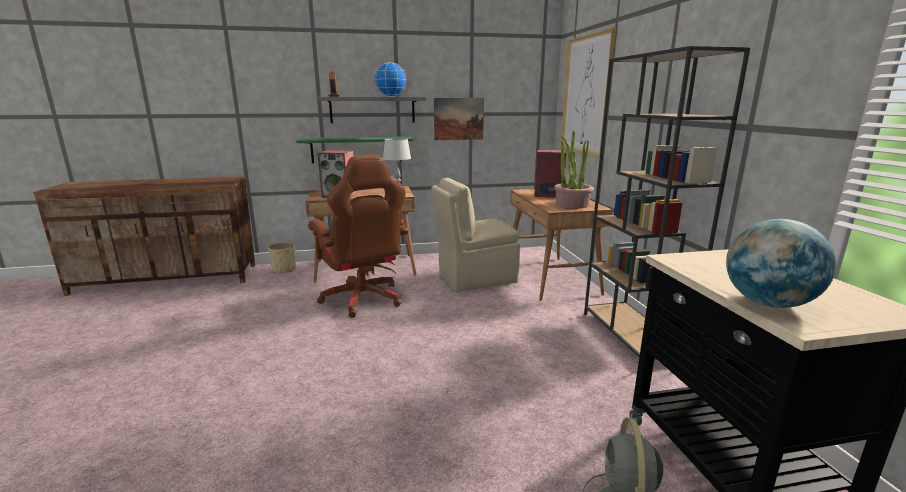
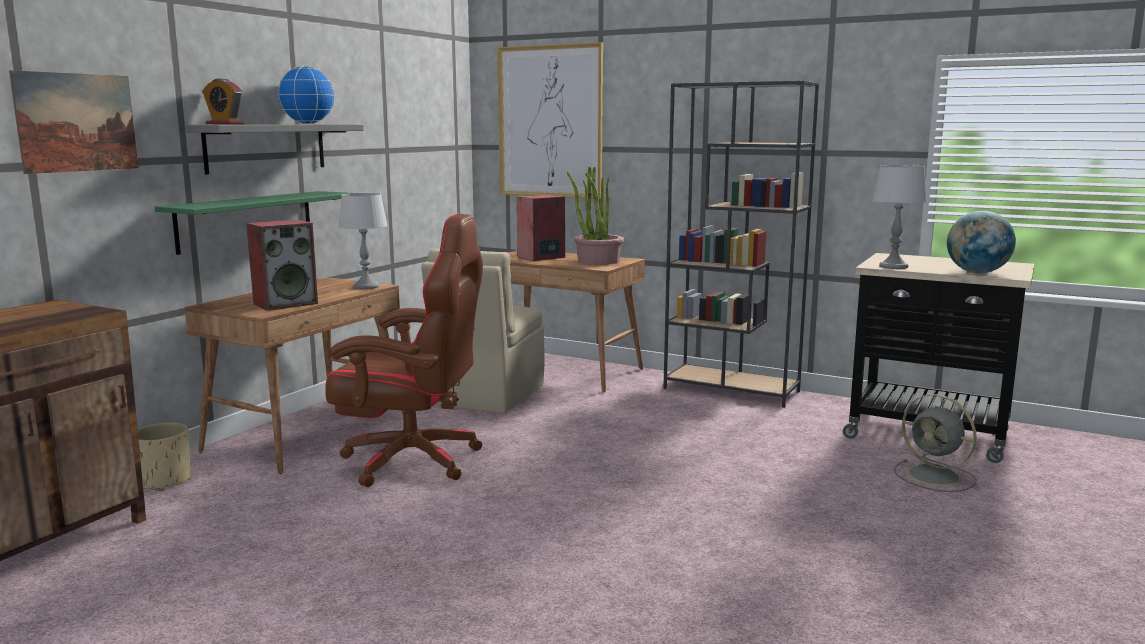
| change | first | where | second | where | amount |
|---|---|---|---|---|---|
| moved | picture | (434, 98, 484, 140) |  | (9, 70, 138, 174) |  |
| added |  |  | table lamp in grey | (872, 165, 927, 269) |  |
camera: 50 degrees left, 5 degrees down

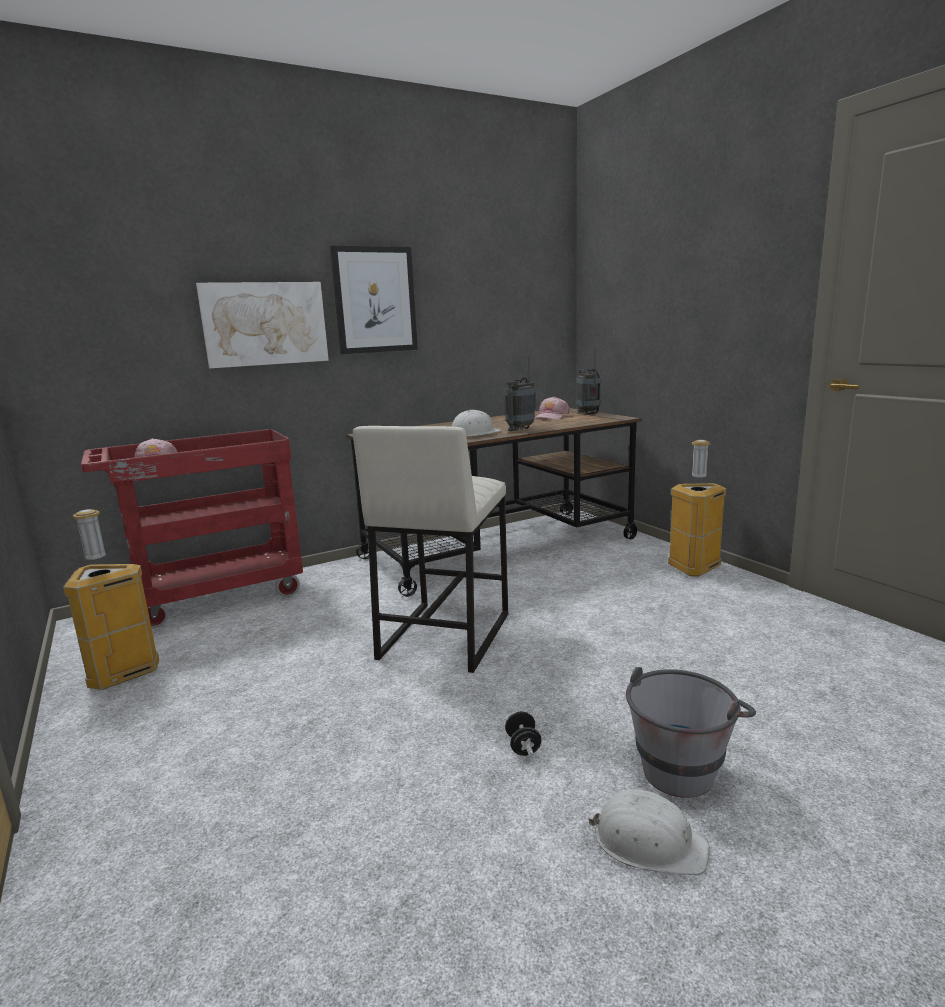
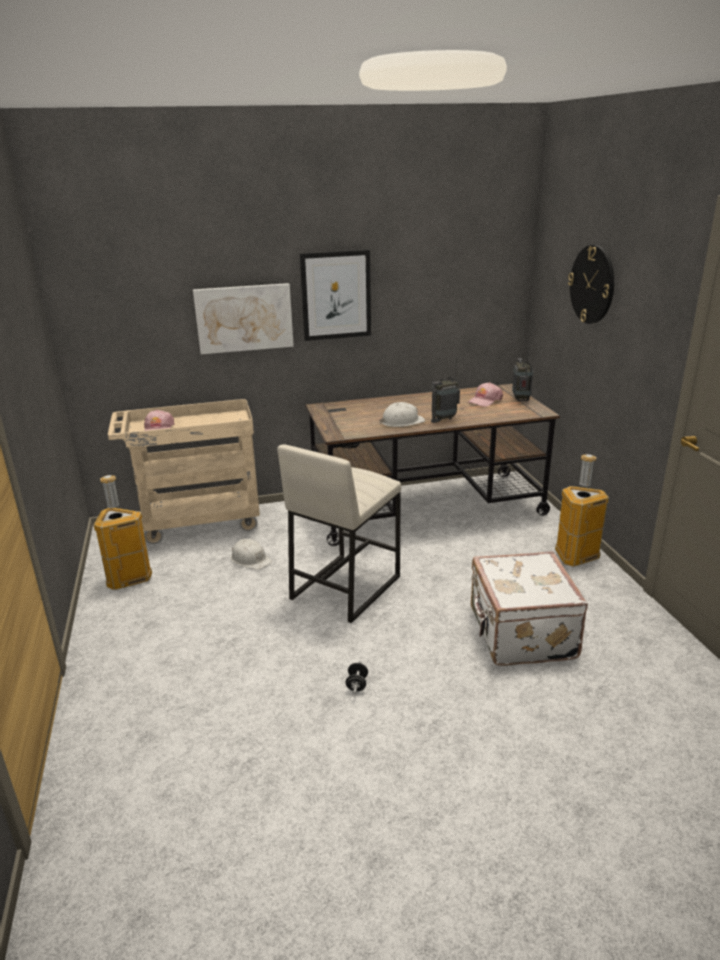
| change | first | where | second | where | amount |
|---|---|---|---|---|---|
| recoloured | cart in red | (81, 429, 303, 628) | cart in beige | (108, 399, 260, 544) |  |
| moved | hard hat in white | (589, 789, 710, 875) |  | (231, 539, 272, 570) |  |
| added |  |  | suitcase in white | (471, 552, 588, 666) |  |
| added |  |  | wall clock | (568, 245, 614, 324) |  |
| removed | bucket in grey | (626, 667, 756, 798) |  |  |  |
camera: 15 degrees right, 10 degrees up

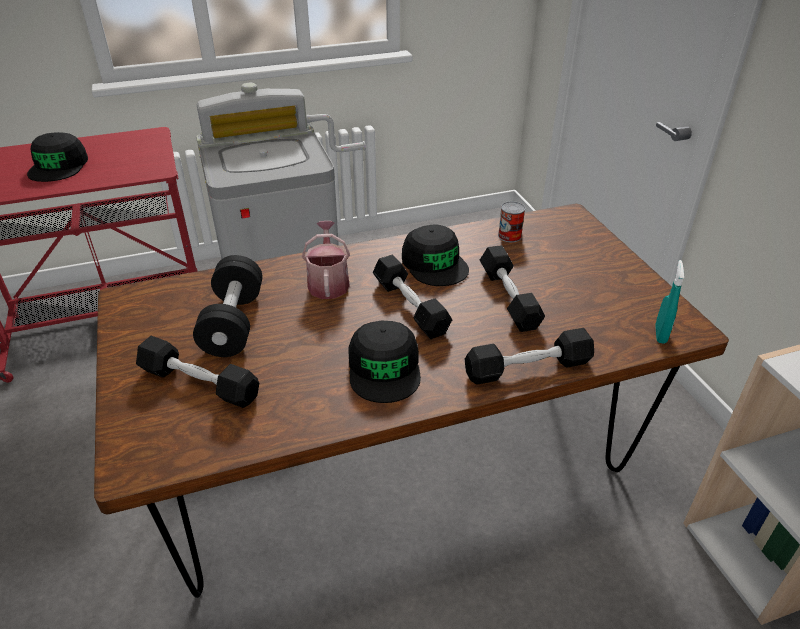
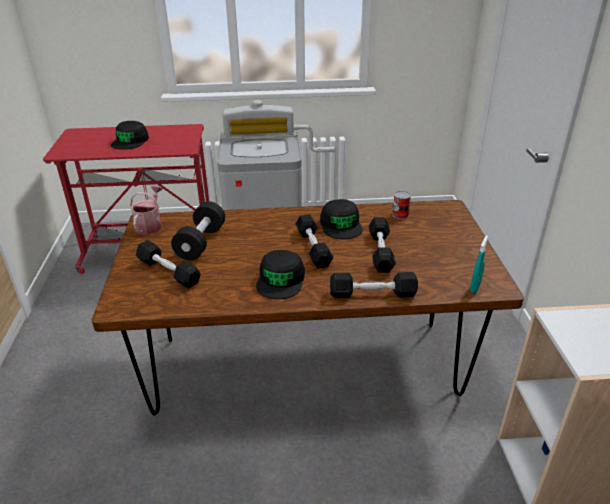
| change | first | where | second | where | amount |
|---|---|---|---|---|---|
| moved | watering can | (302, 221, 350, 299) |  | (130, 186, 162, 235) |  |
camera: 15 degrees right, 5 degrees down

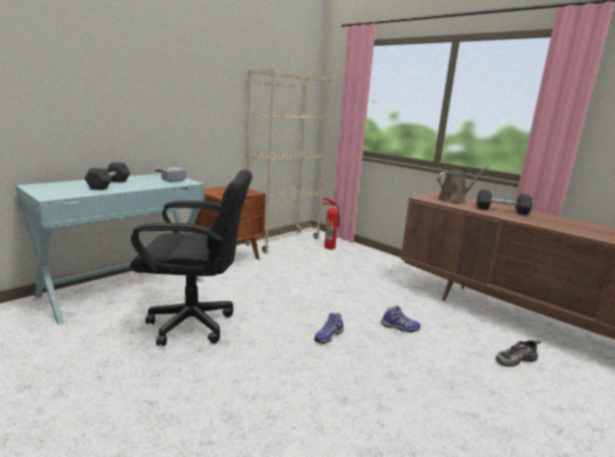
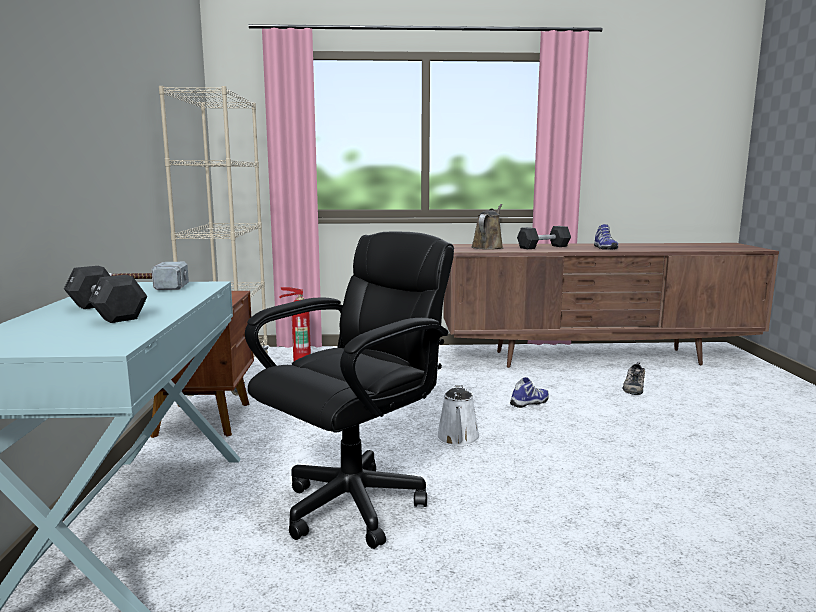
| change | first | where | second | where | amount |
|---|---|---|---|---|---|
| added |  |  | watering can in white | (436, 385, 480, 446) |  |
| moved | shoe | (314, 313, 344, 344) |  | (594, 224, 618, 250) |  |
camera: 45 degrees left, 5 degrees down

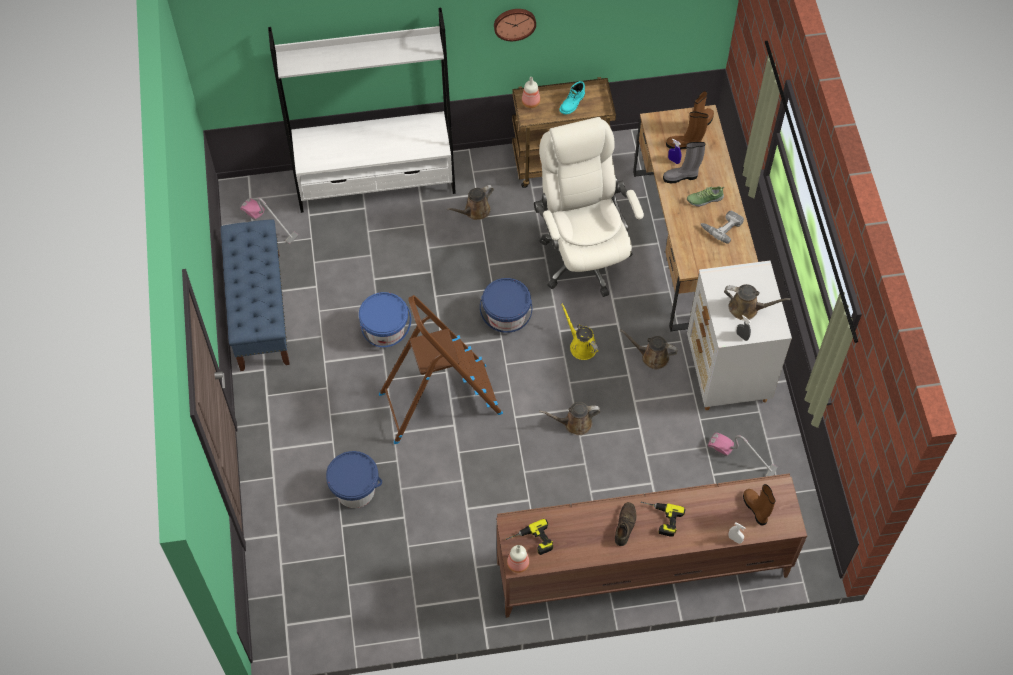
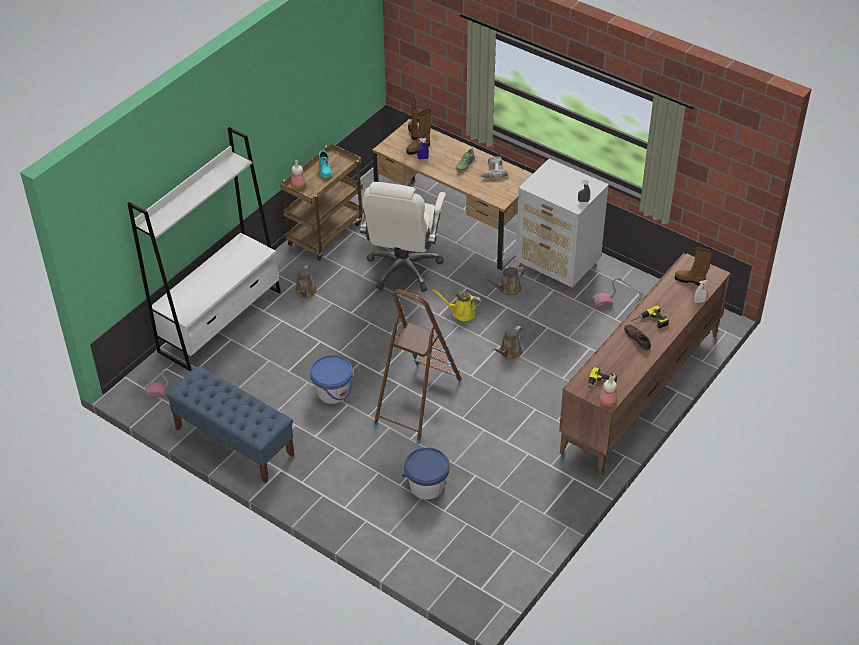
| change | first | where | second | where | amount |
|---|---|---|---|---|---|
| turned | office chair in white | (534, 117, 644, 297) |  | (360, 182, 446, 292) | 105 degrees counterclockwise |
| removed | bucket in blue | (480, 278, 532, 333) |  |  |  |
| removed | wall clock | (494, 9, 536, 41) |  |  |  |
| removed | boot in grey | (663, 142, 705, 183) |  |  |  |
| removed | watering can in brown | (724, 284, 791, 320) |  |  |  |
camera: 45 degrees left, 15 degrees down

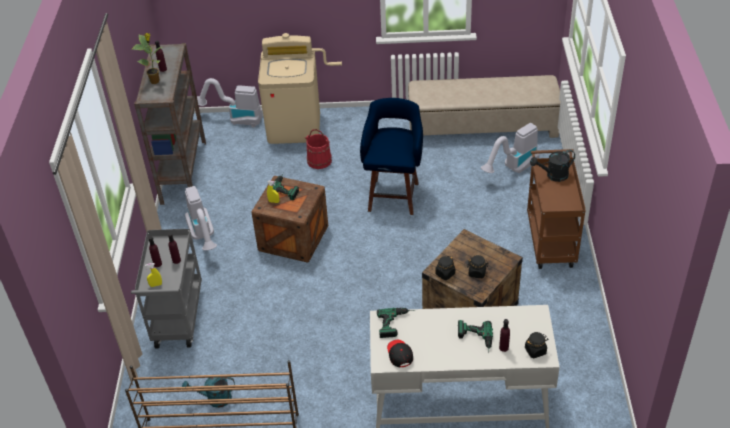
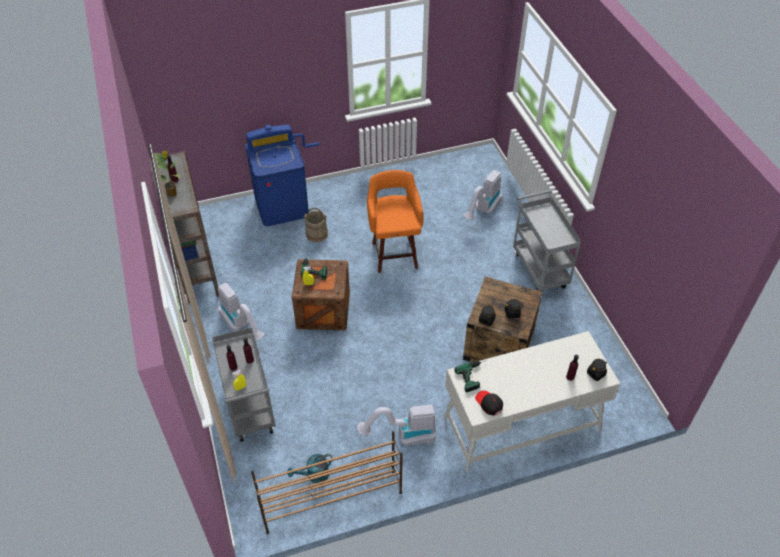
| change | first | where | second | where | amount |
|---|---|---|---|---|---|
| recoloured | washing machine in beige | (258, 33, 342, 144) | washing machine in blue | (245, 125, 319, 226) |  |
| recoloured | bucket in red | (305, 129, 332, 169) | bucket in beige | (303, 208, 328, 242) |  |
| moved | vacuum cleaner | (197, 78, 263, 128) |  | (357, 405, 436, 445) |  |
| recoloured | stool in blue | (360, 98, 423, 215) | stool in orange | (367, 170, 423, 273) |  |
| recoloured | cart in brown | (527, 149, 586, 269) | cart in grey | (513, 190, 581, 291) |  |
| removed | bench in beige | (408, 75, 560, 138) |  |  |  |
| removed | power drill | (458, 320, 493, 349) |  |  |  |
| removed | watering can in black | (530, 150, 575, 182) |  |  |  |
camera: 20 degrees left, 5 degrees up

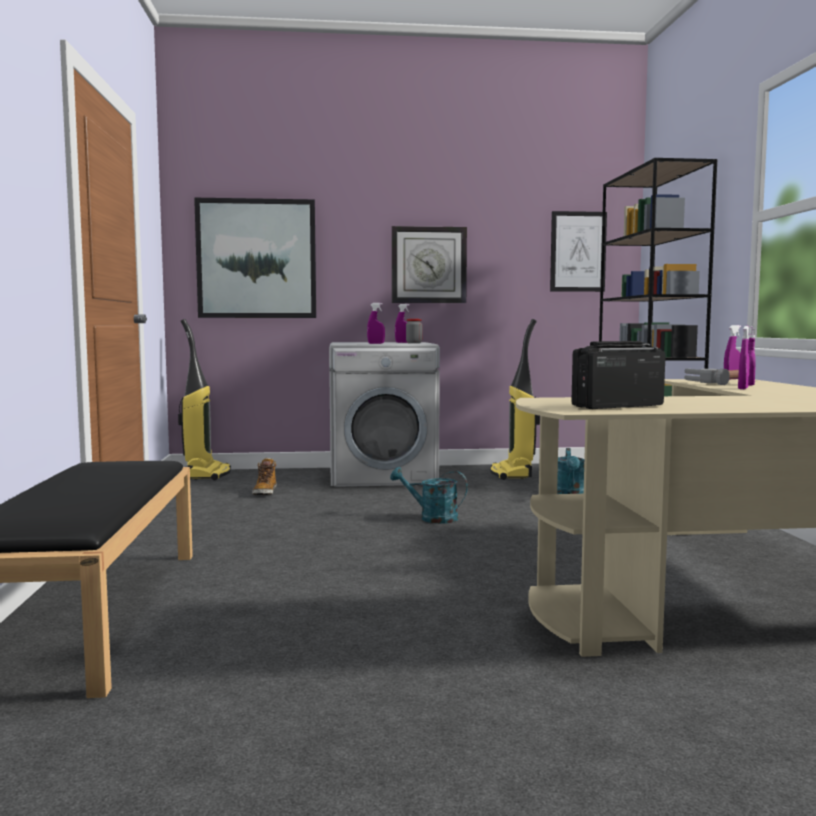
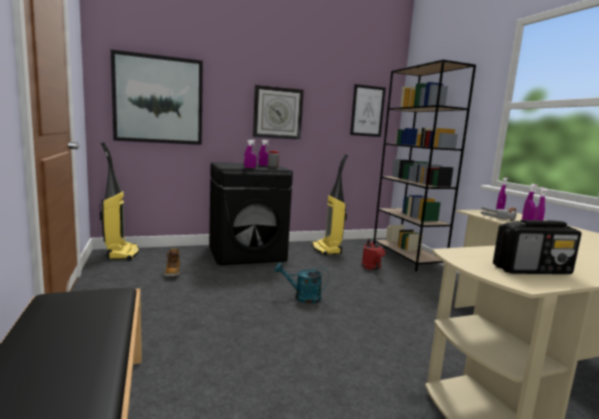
| change | first | where | second | where | amount |
|---|---|---|---|---|---|
| recoloured | washing machine in white | (329, 342, 440, 487) | washing machine in black | (209, 162, 293, 265) |  |
| recoloured | watering can in turquoise | (557, 448, 584, 494) | watering can in red | (362, 239, 385, 270) |  |
| turned | radio | (571, 341, 666, 409) |  | (493, 220, 582, 274) | 150 degrees counterclockwise |
camera: 15 degrees left, 5 degrees up

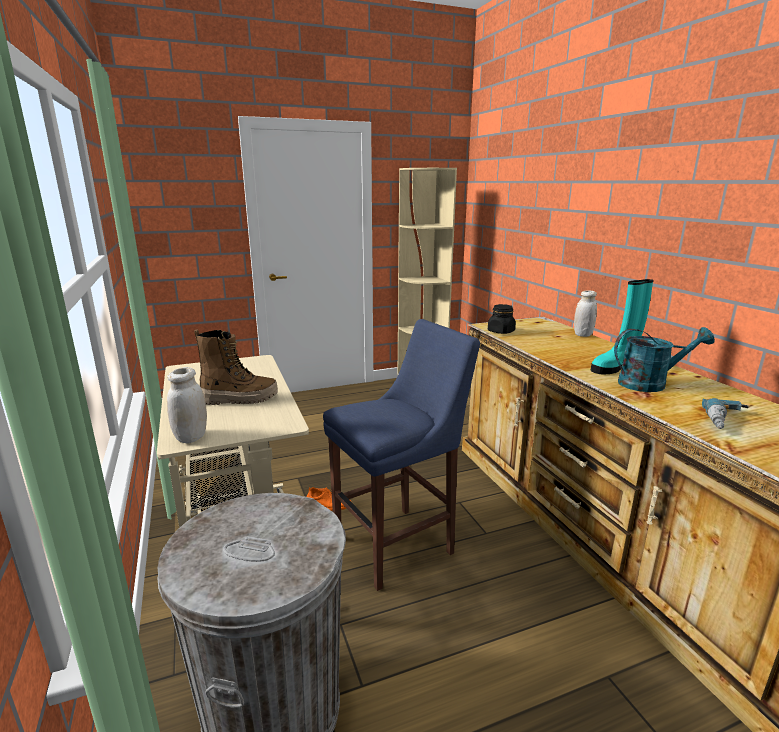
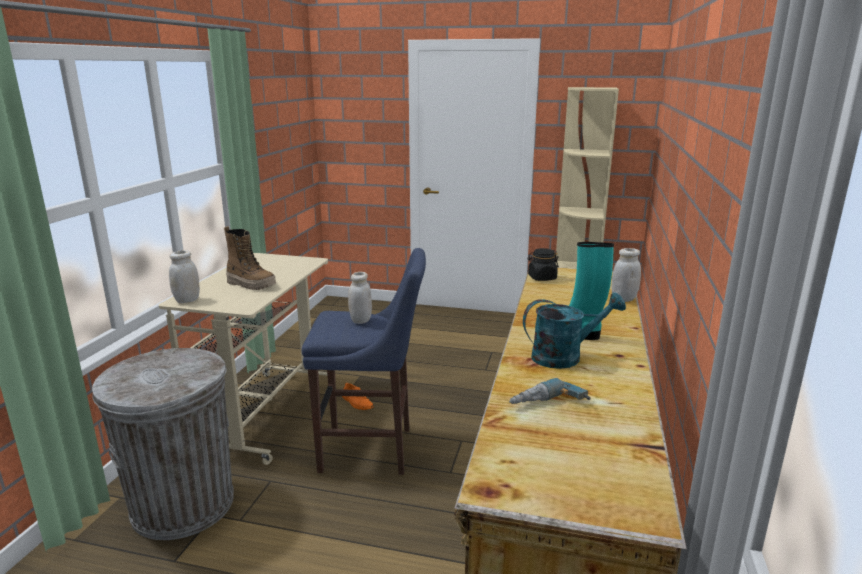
| change | first | where | second | where | amount |
|---|---|---|---|---|---|
| added |  |  | jar in white | (348, 272, 372, 324) |  |
| turned | watering can in turquoise | (614, 327, 715, 392) |  | (523, 292, 626, 369) | 45 degrees counterclockwise |
camera: 35 degrees right, 0 degrees up

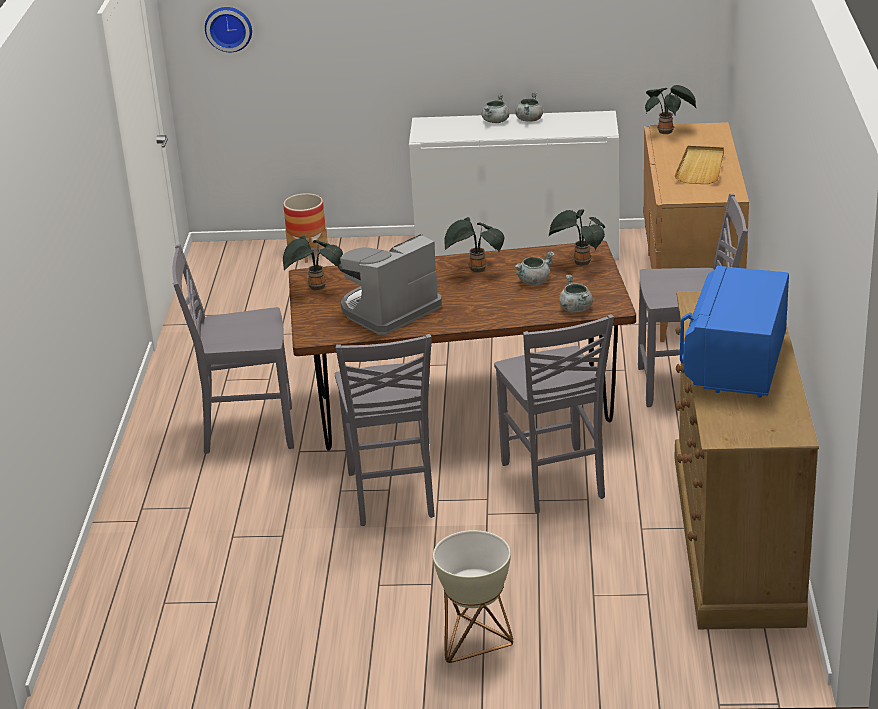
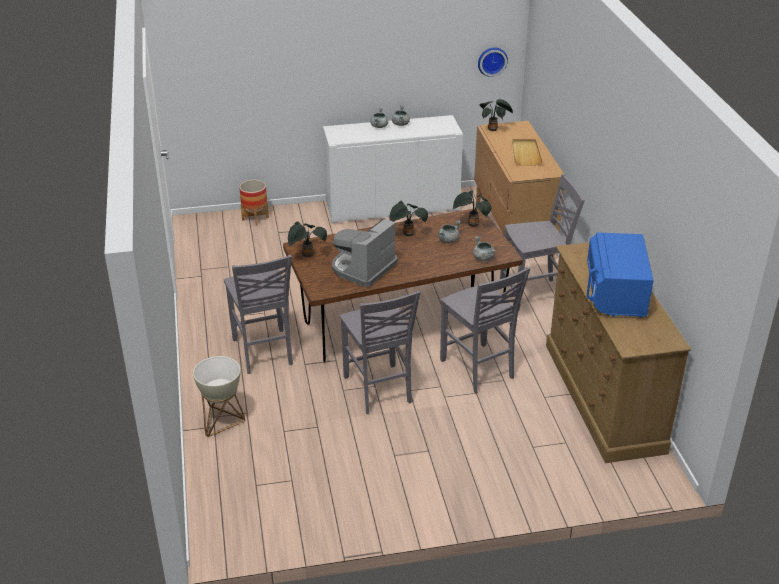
| change | first | where | second | where | amount |
|---|---|---|---|---|---|
| moved | planter | (433, 530, 513, 663) |  | (193, 356, 245, 437) |  |
| turned | chair in grey | (172, 244, 294, 454) |  | (224, 255, 293, 374) | 90 degrees counterclockwise |
| moved | wall clock | (205, 7, 252, 52) |  | (478, 48, 508, 77) |  |
camera: 15 degrees left, 5 degrees up

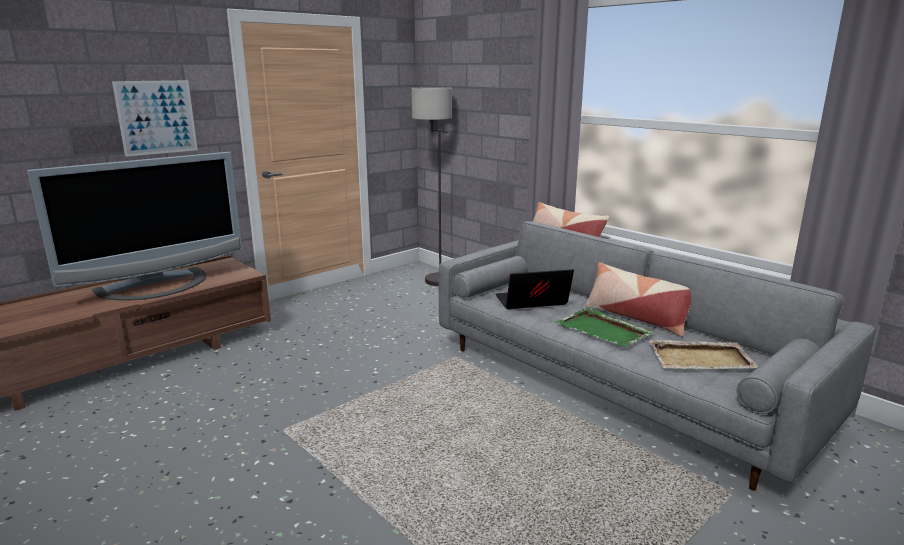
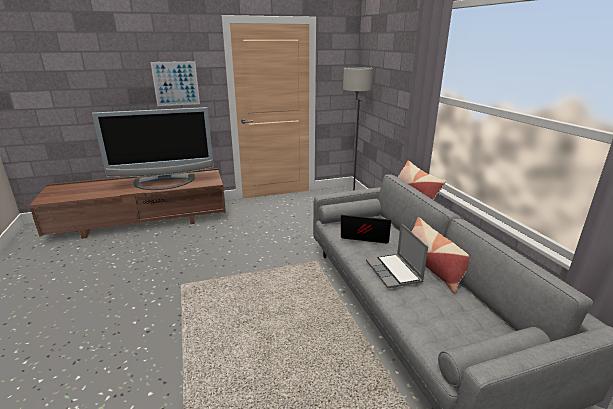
| change | first | where | second | where | amount |
|---|---|---|---|---|---|
| replaced | tray in green | (556, 308, 654, 347) | laptop | (366, 223, 428, 288) |  |
| removed | tray in beige | (649, 340, 759, 369) |  |  |  |
camera: 25 degrees right, 5 degrees up

